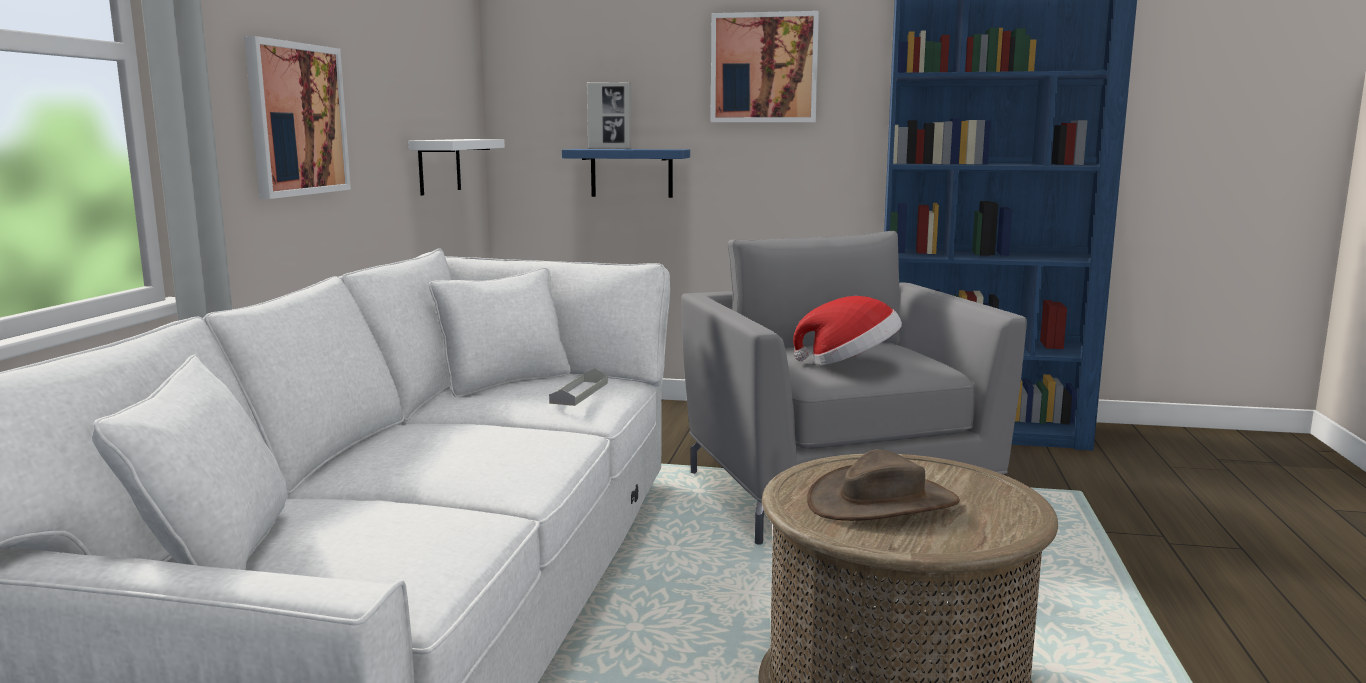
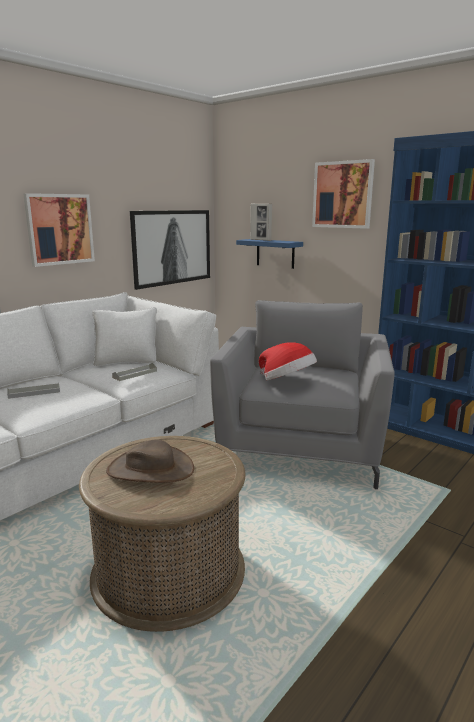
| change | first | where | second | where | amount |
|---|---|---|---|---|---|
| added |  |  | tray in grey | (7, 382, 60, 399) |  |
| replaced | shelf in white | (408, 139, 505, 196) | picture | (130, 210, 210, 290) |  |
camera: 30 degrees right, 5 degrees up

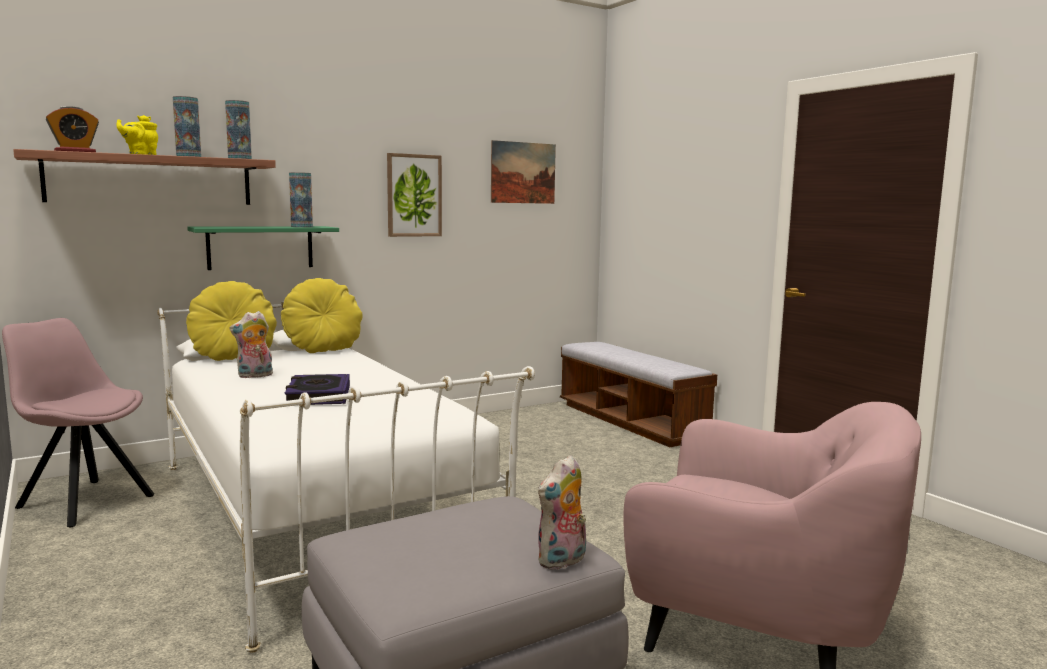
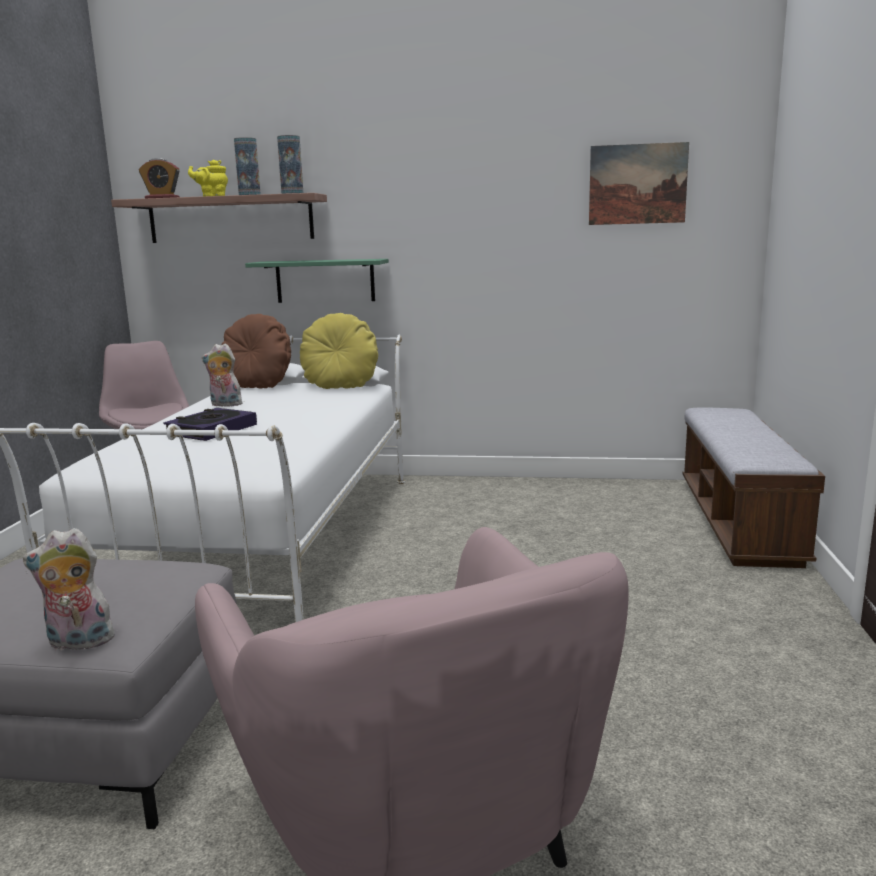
| change | first | where | second | where | amount |
|---|---|---|---|---|---|
| recoloured | pillow in yellow | (186, 281, 277, 361) | pillow in brown | (222, 314, 291, 389) |  |
| removed | vase | (289, 172, 313, 227) |  |  |  |
| removed | picture | (387, 153, 442, 237) |  |  |  |
camera: 40 degrees right, 5 degrees up

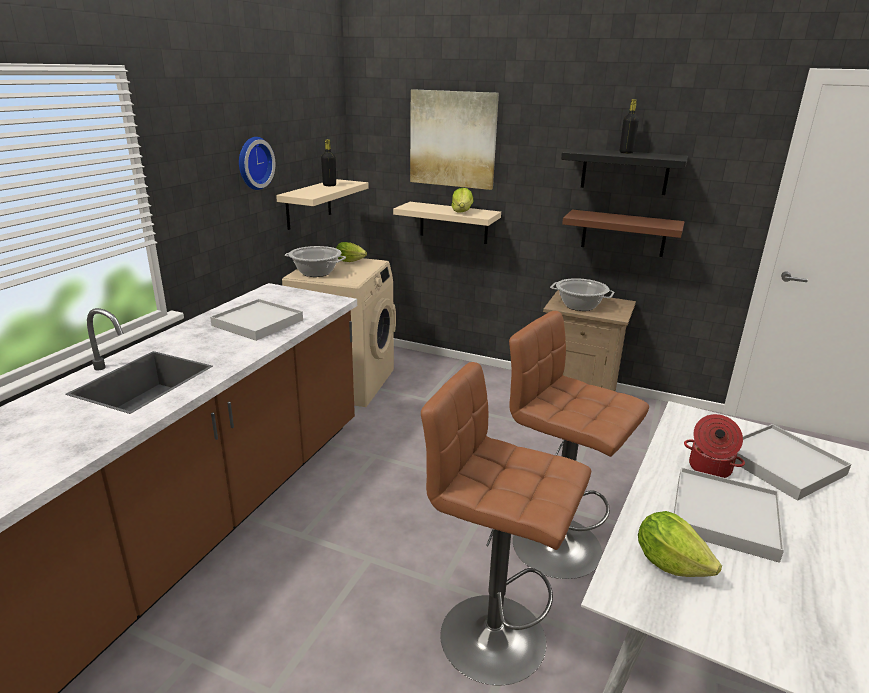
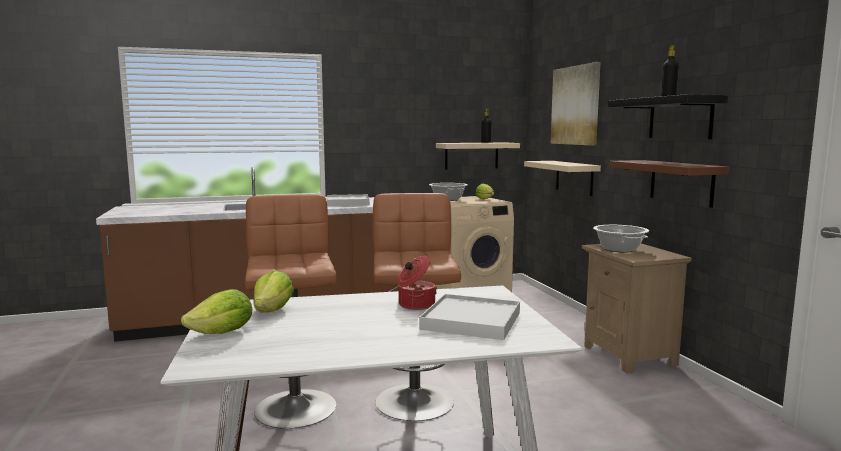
| change | first | where | second | where | amount |
|---|---|---|---|---|---|
| moved | lettuce | (451, 188, 473, 212) |  | (181, 289, 252, 334) |  |
| removed | wall clock | (239, 137, 275, 190) |  |  |  |
| removed | tray in white | (674, 467, 784, 563) |  |  |  |
camera: 50 degrees right, 15 degrees down

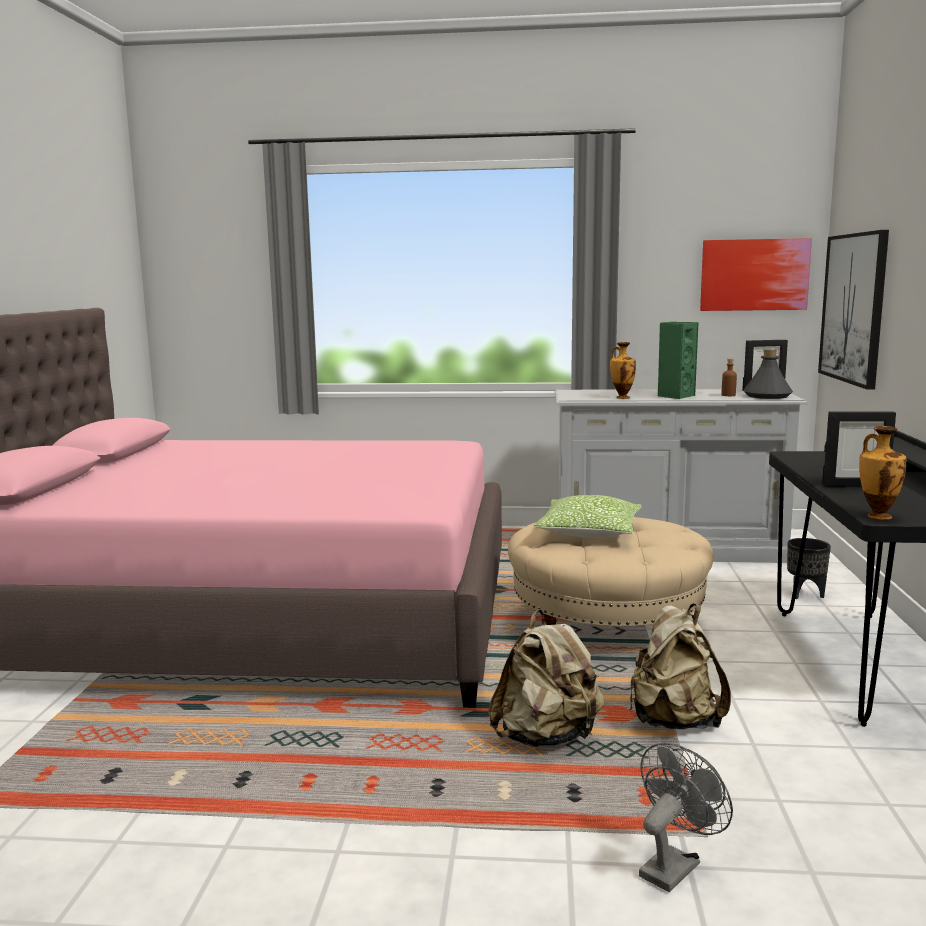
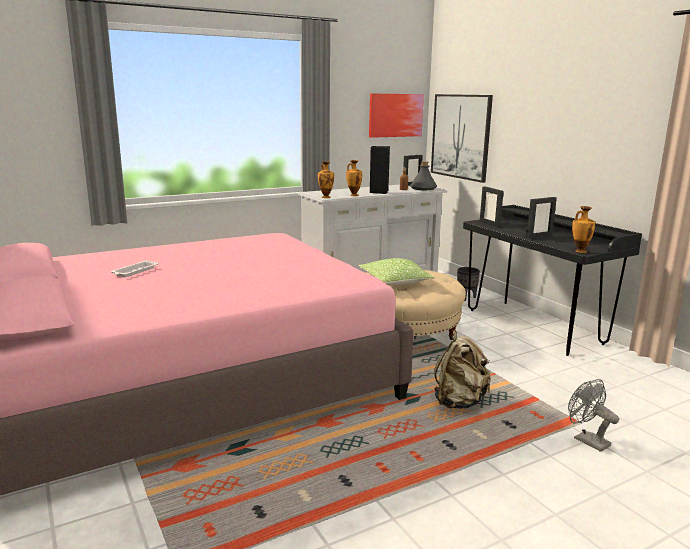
| change | first | where | second | where | amount |
|---|---|---|---|---|---|
| added |  |  | tray in white | (111, 260, 158, 277) |  |
| added |  |  | vase | (318, 161, 334, 198) |  |
| recoloured | speaker in green | (658, 322, 699, 399) | speaker in black | (370, 146, 390, 194) |  |
| added |  |  | picture frame | (480, 187, 504, 227) |  |
| turned | fan in grey | (639, 743, 733, 892) |  | (568, 379, 619, 452) | 45 degrees counterclockwise |
| removed | backpack in beige | (629, 604, 731, 729) |  |  |  |
camera: 35 degrees left, 5 degrees up

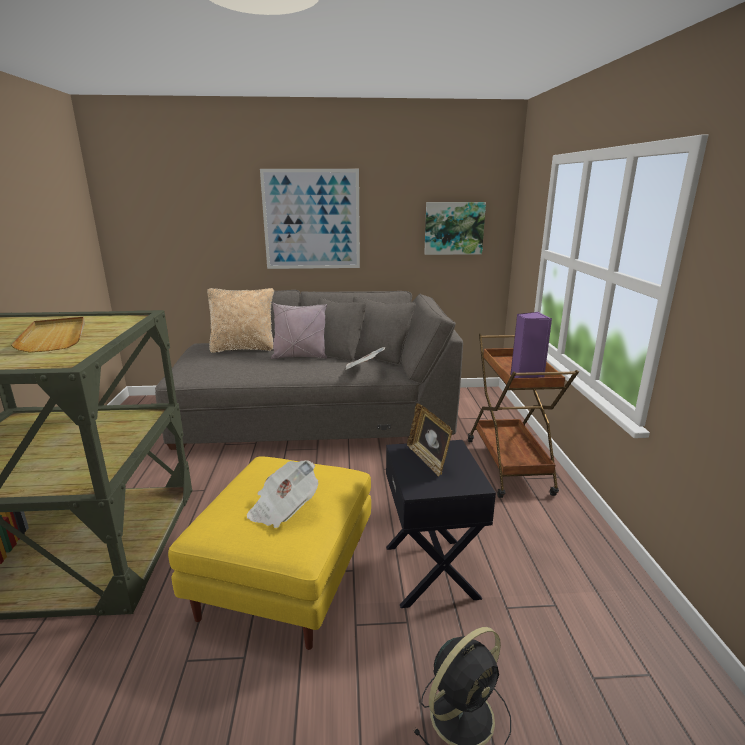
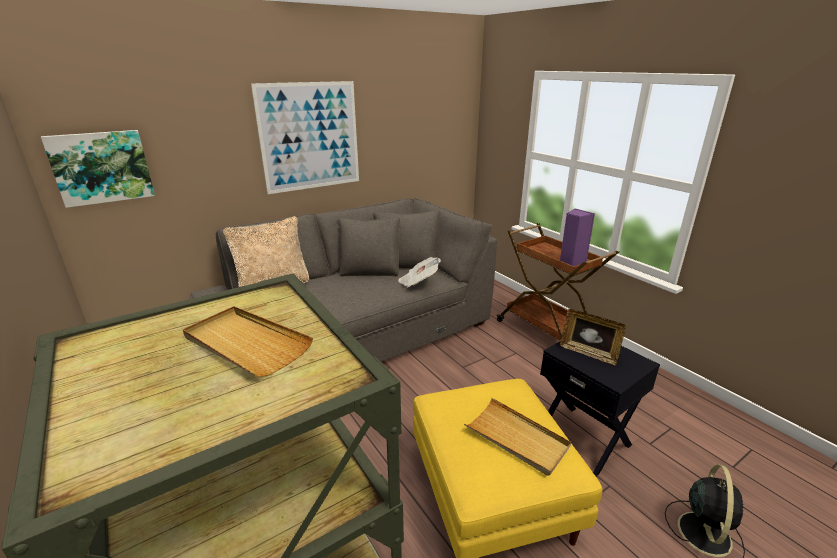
| change | first | where | second | where | amount |
|---|---|---|---|---|---|
| moved | picture | (424, 202, 486, 255) |  | (41, 130, 155, 208) |  |
| replaced | newspaper | (247, 460, 318, 528) | tray in beige | (464, 398, 571, 476) |  |
| removed | pillow in purple | (271, 303, 327, 359) |  |  |  |
camera: 30 degrees left, 5 degrees up

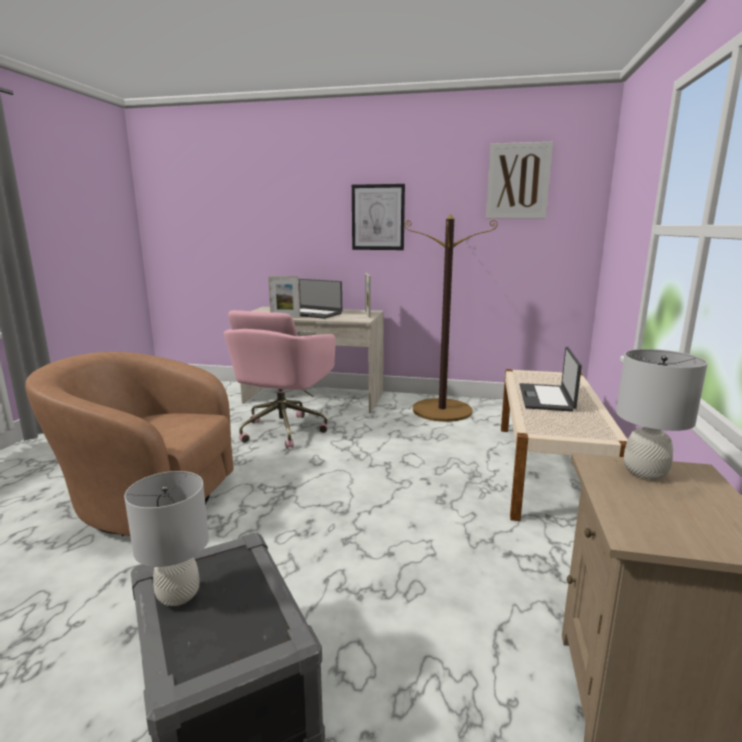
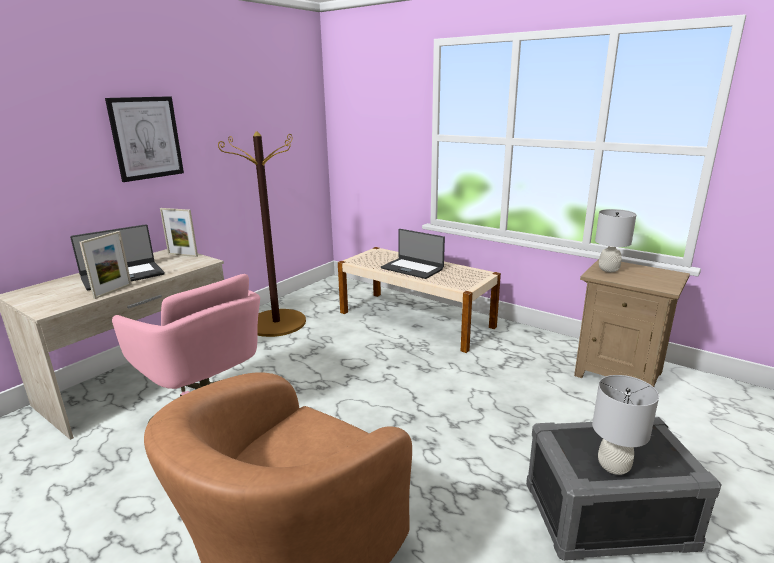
| change | first | where | second | where | amount |
|---|---|---|---|---|---|
| removed | picture | (486, 142, 553, 219) |  |  |  |
camera: 65 degrees left, 5 degrees up

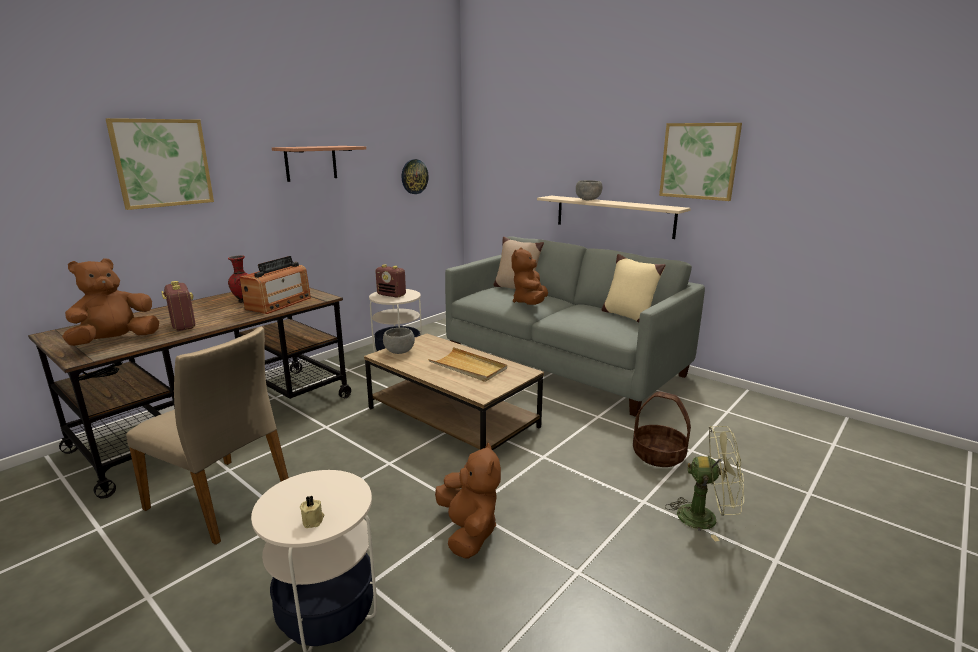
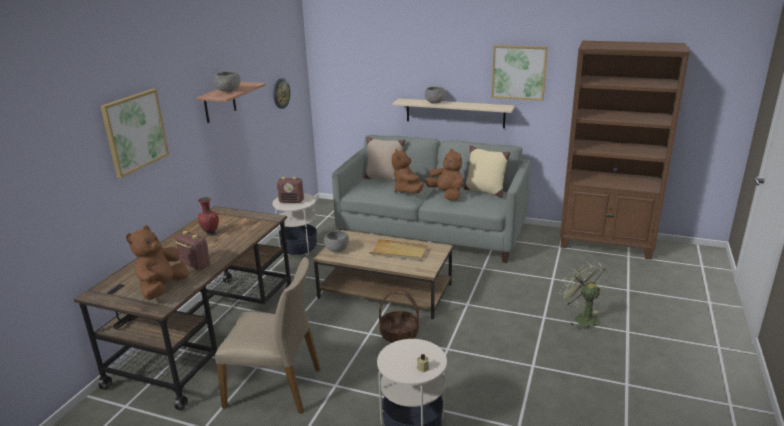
| change | first | where | second | where | amount |
|---|---|---|---|---|---|
| added |  |  | bowl in grey | (214, 71, 241, 92) |  |
| moved | basket | (633, 391, 691, 467) |  | (379, 289, 419, 343) |  |
| moved | plush toy in brown | (435, 442, 501, 559) |  | (425, 149, 464, 200) |  |
| turned | fan in green | (665, 426, 744, 542) |  | (559, 261, 608, 332) | 105 degrees counterclockwise |
| added |  |  | bookcase in brown | (560, 41, 690, 260) |  |
| removed | radio | (240, 256, 311, 314) |  |  |  |
camera: 20 degrees left, 5 degrees up

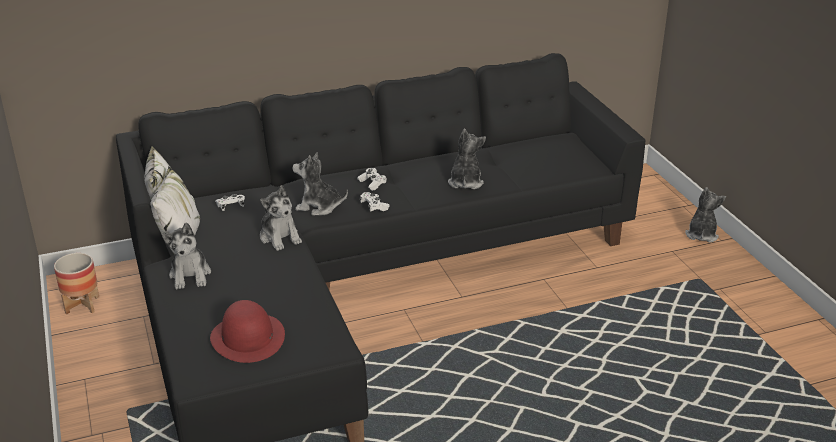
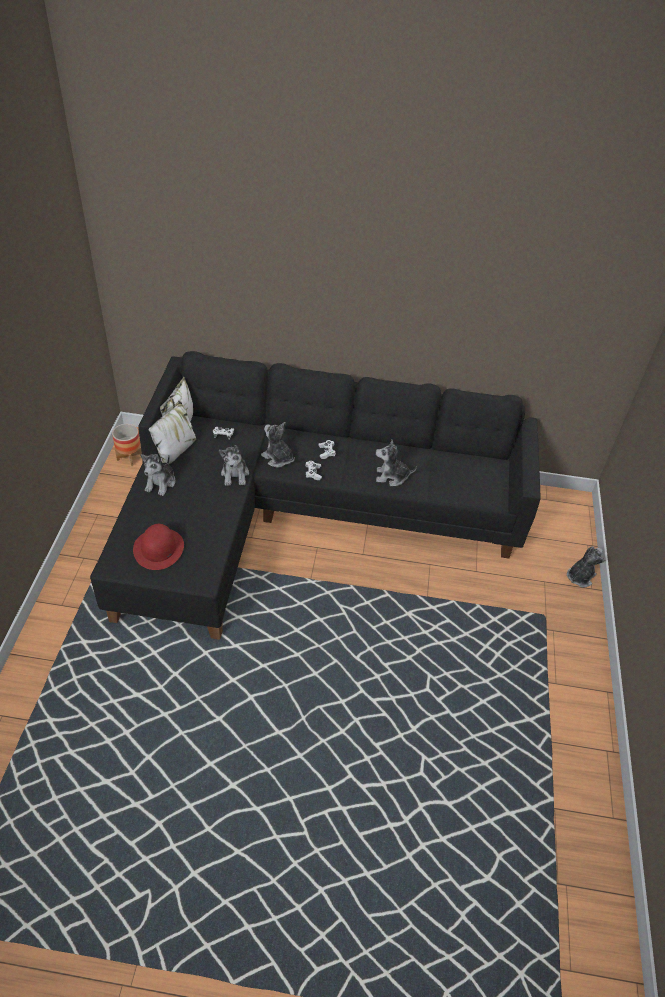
| change | first | where | second | where | amount |
|---|---|---|---|---|---|
| turned | plush toy | (448, 129, 486, 189) |  | (376, 440, 417, 486) | 120 degrees counterclockwise |
camera: 25 degrees right, 15 degrees up

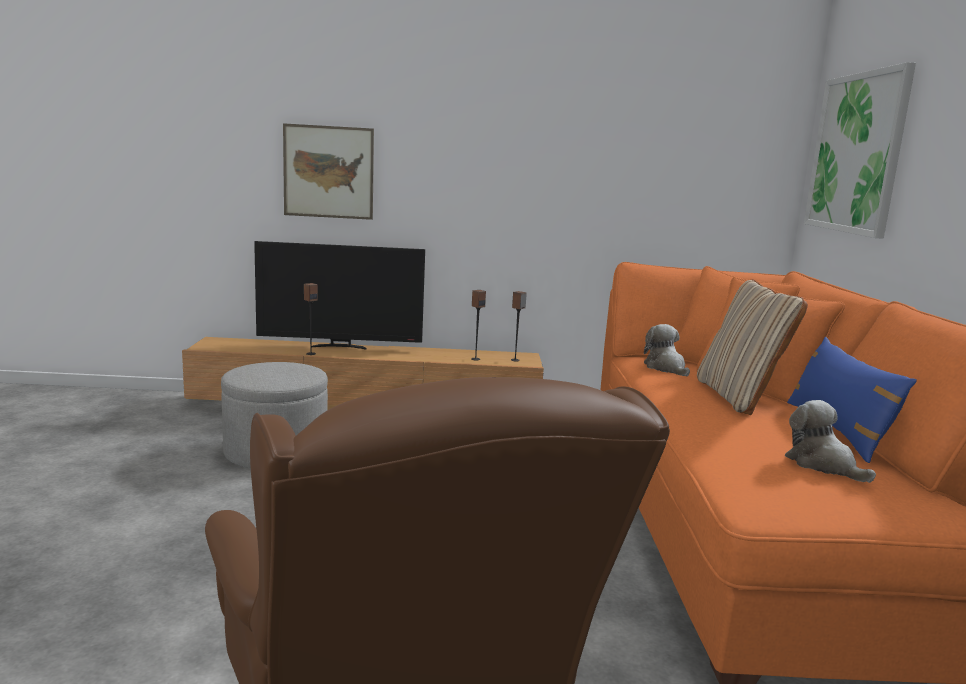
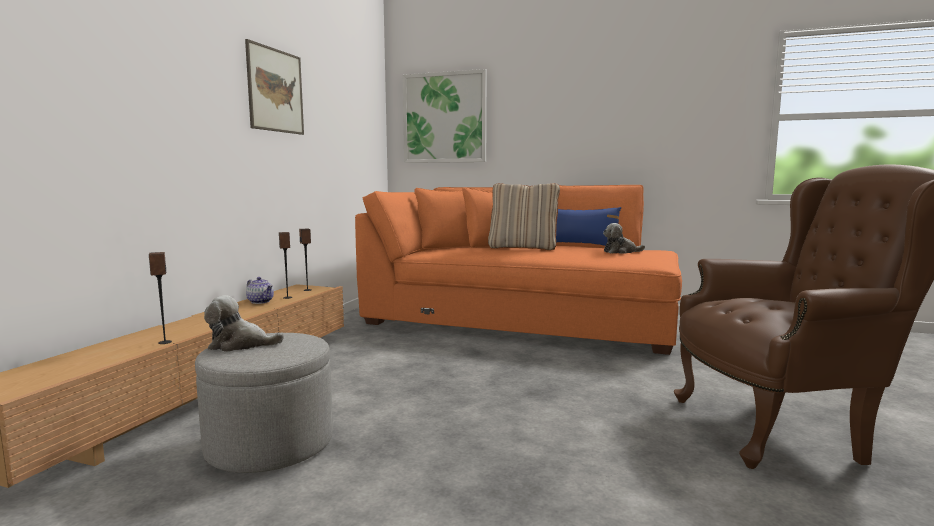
| change | first | where | second | where | amount |
|---|---|---|---|---|---|
| moved | plush toy | (644, 324, 690, 376) |  | (204, 295, 284, 352) |  |
| moved | picture | (283, 123, 374, 220) |  | (245, 39, 304, 135) |  |
| added |  |  | teapot | (246, 277, 274, 304) |  |
| removed | television | (254, 241, 425, 350) |  |  |  |
camera: 70 degrees left, 5 degrees down

